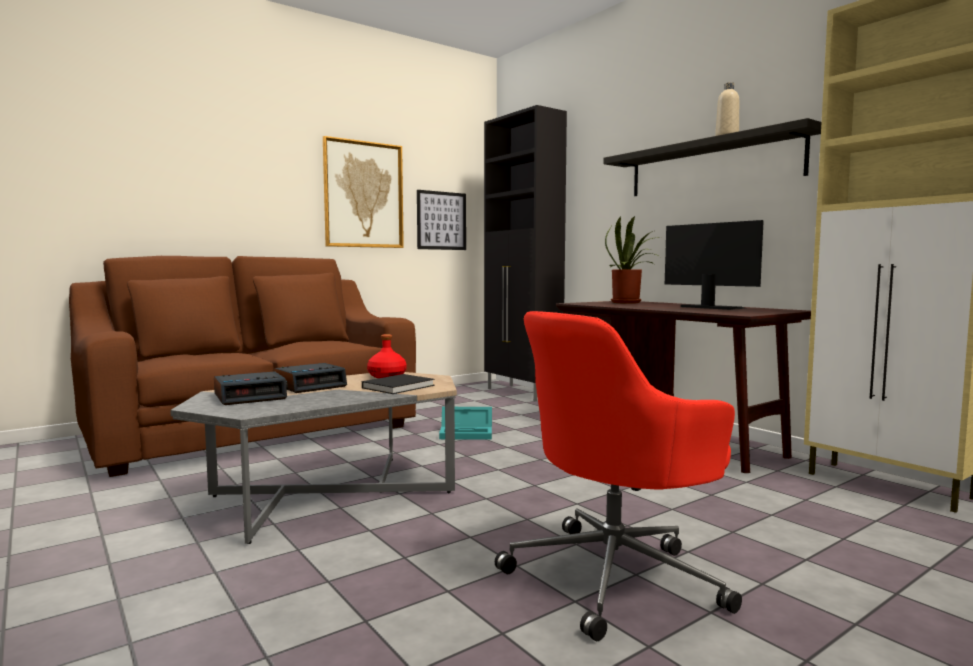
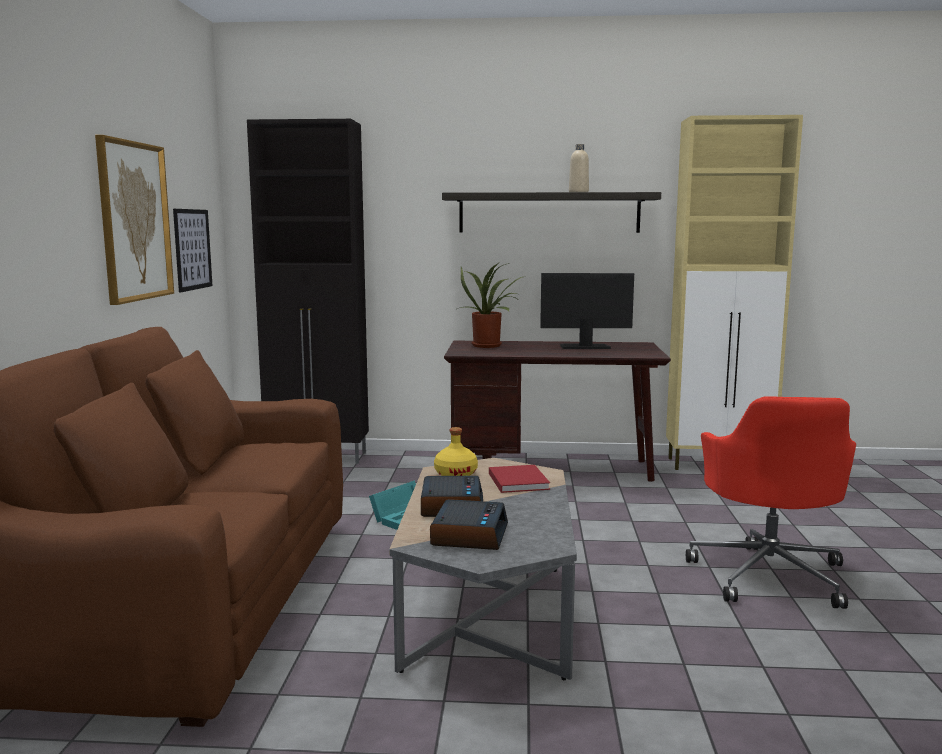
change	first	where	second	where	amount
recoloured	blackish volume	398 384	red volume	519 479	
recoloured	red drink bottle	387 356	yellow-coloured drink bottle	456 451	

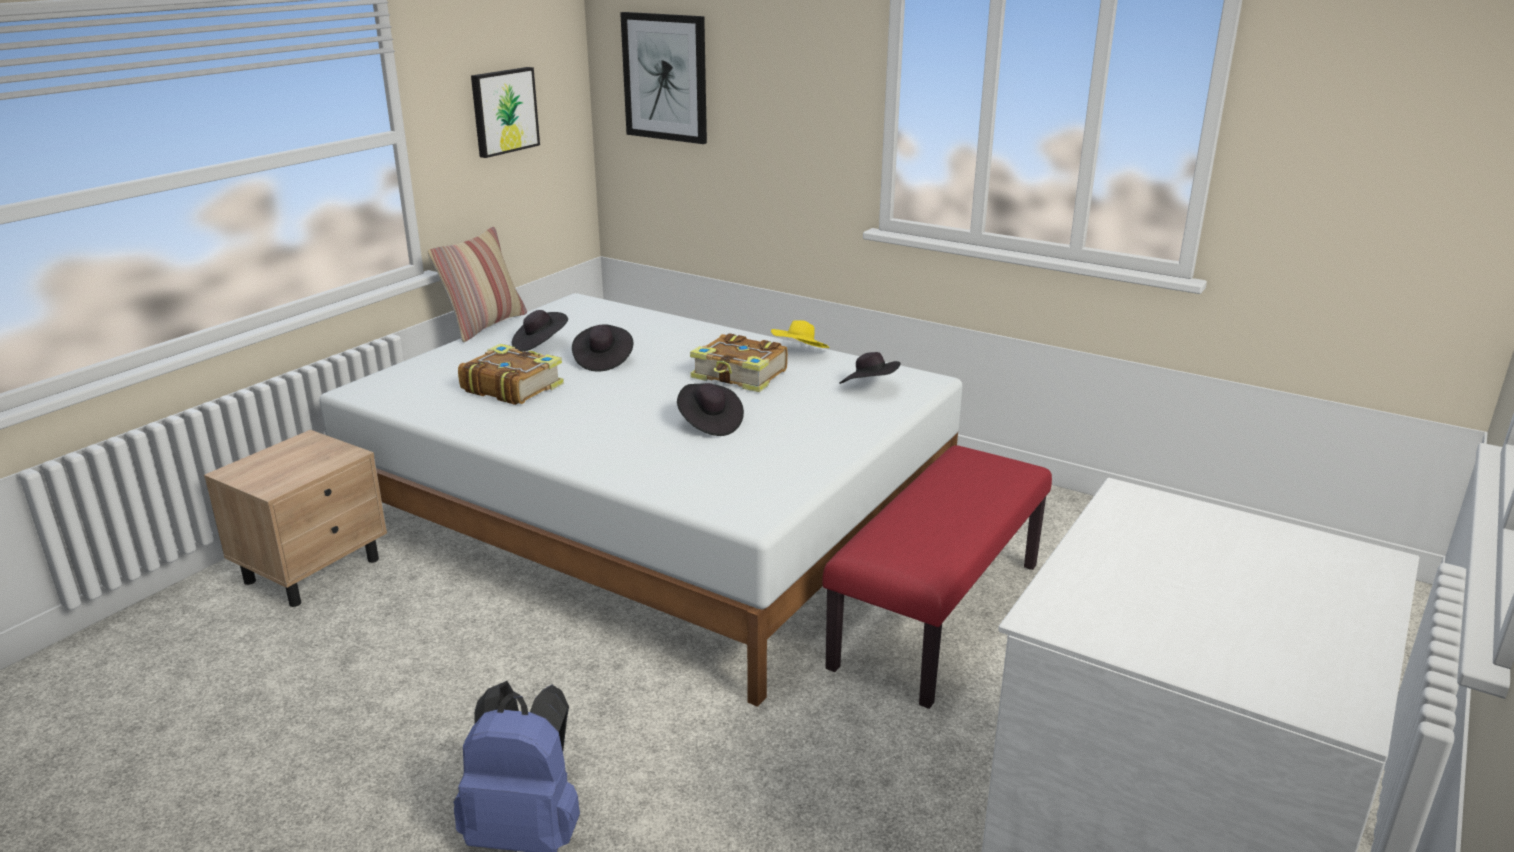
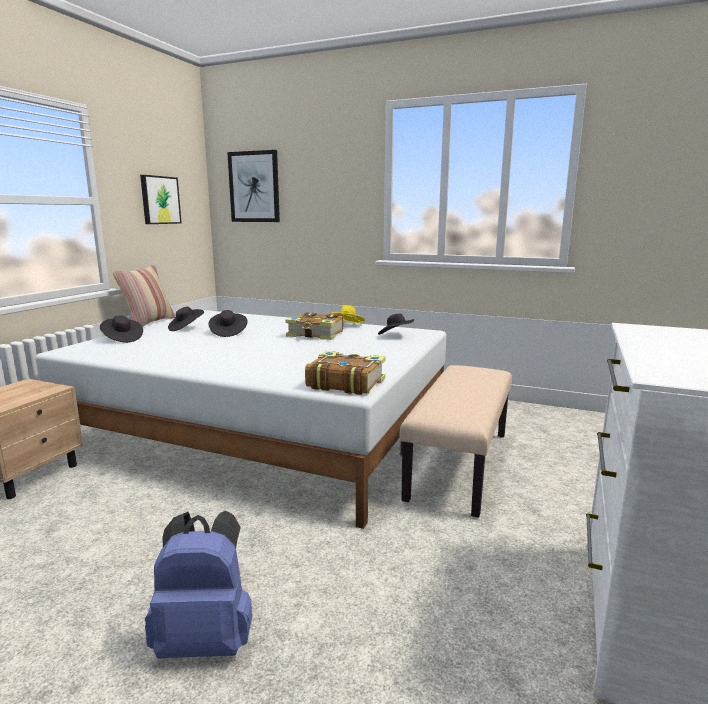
change	first	where	second	where	amount
moved	volume	511 374		345 373	
moved	blackish wearable hat	710 409		121 329	
recoloured	red indoor bench	937 577	sand-coloured indoor bench	456 441	

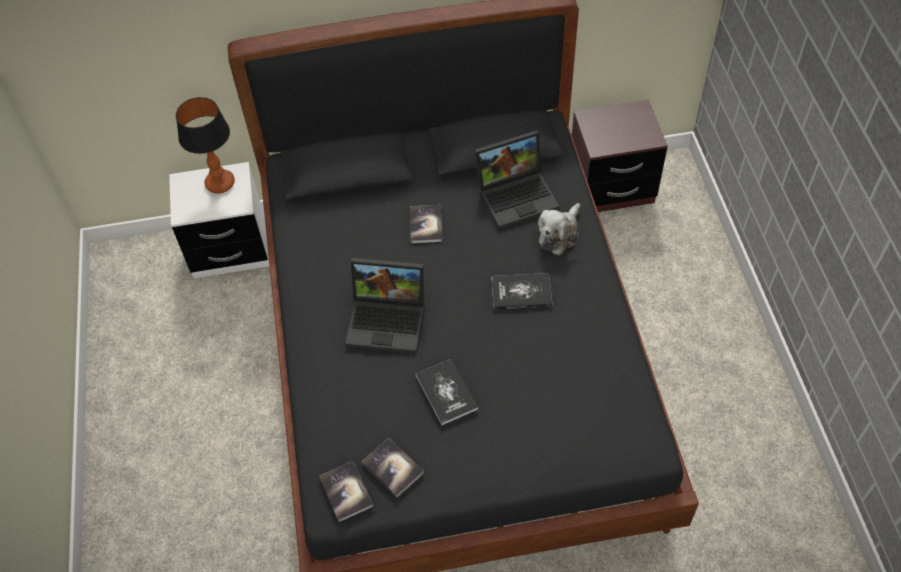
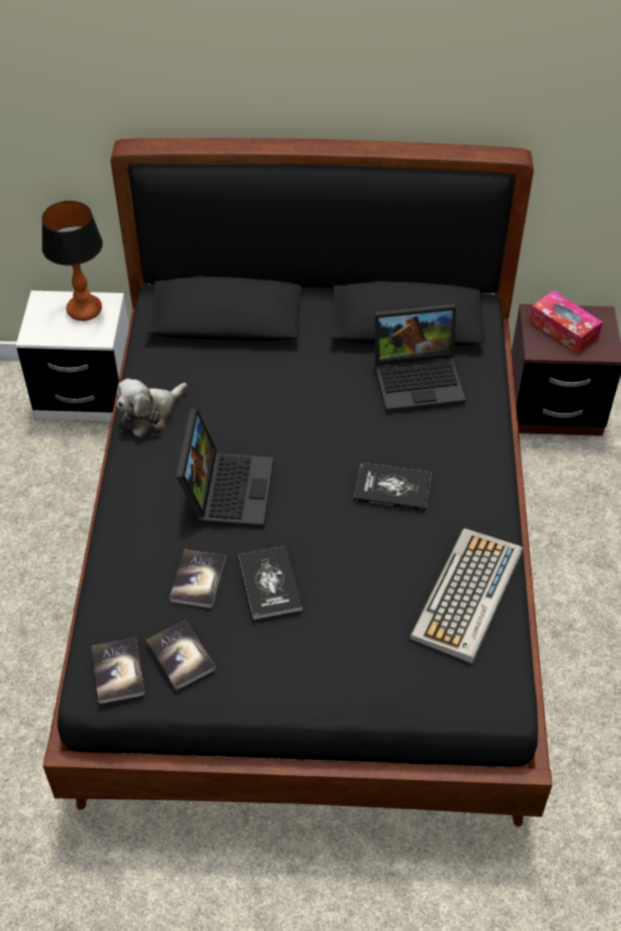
change	first	where	second	where	amount
turned	portable computer	385 305		225 468	105 degrees counterclockwise
moved	volume	426 224		197 578	
moved	plush toy	559 229		151 407	
added			computer keyboard	466 596	
added			tissue box	566 322	

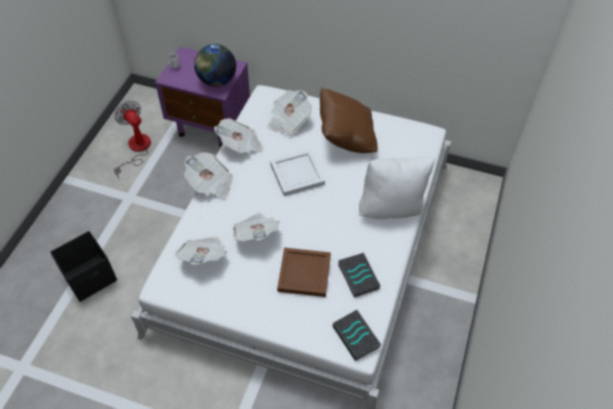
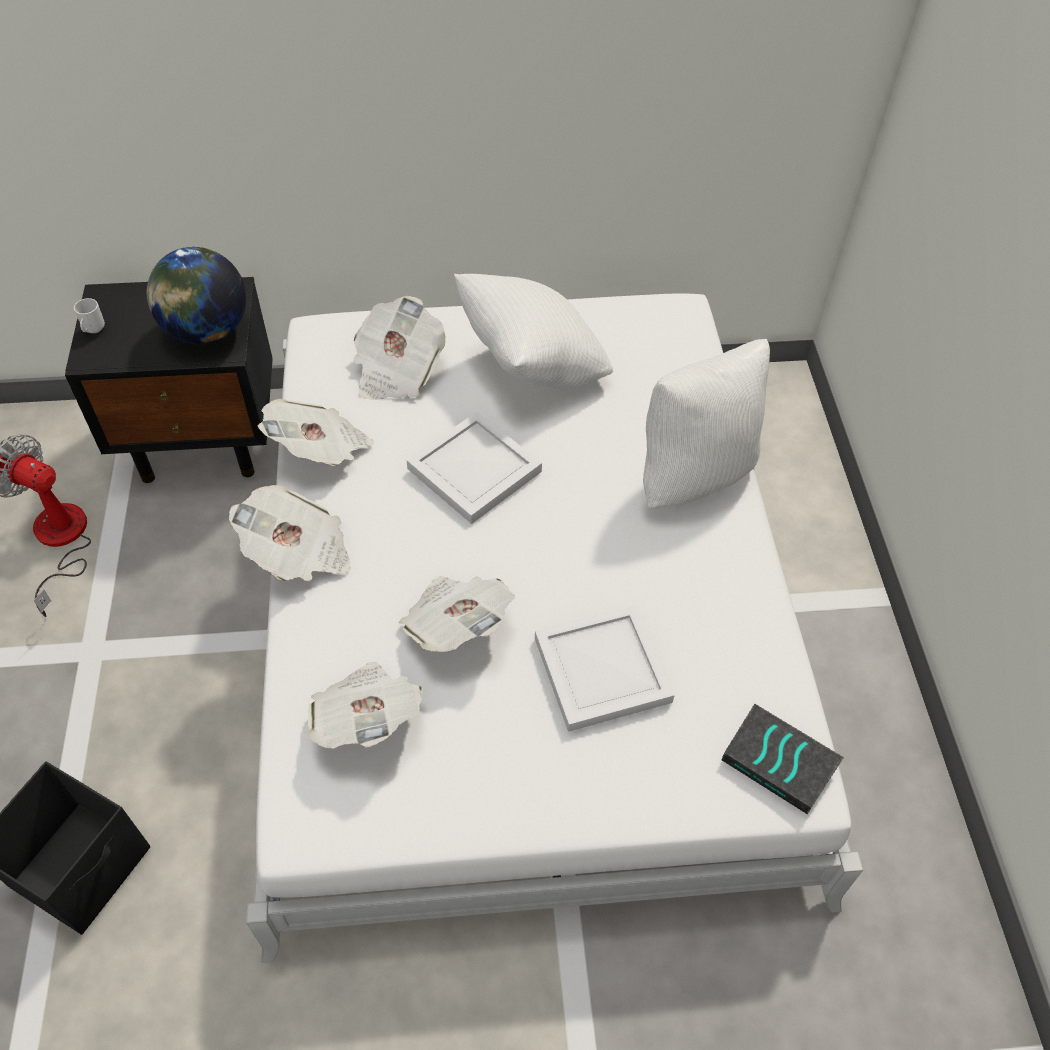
change	first	where	second	where	amount
recoloured	purple-coloured bedside table	202 97	blackish bedside table	169 380	
recoloured	brown-coloured serving tray	304 272	white-coloured serving tray	605 668	
recoloured	brown-coloured cushion	349 120	white-coloured cushion	533 331	
removed	volume	359 275			

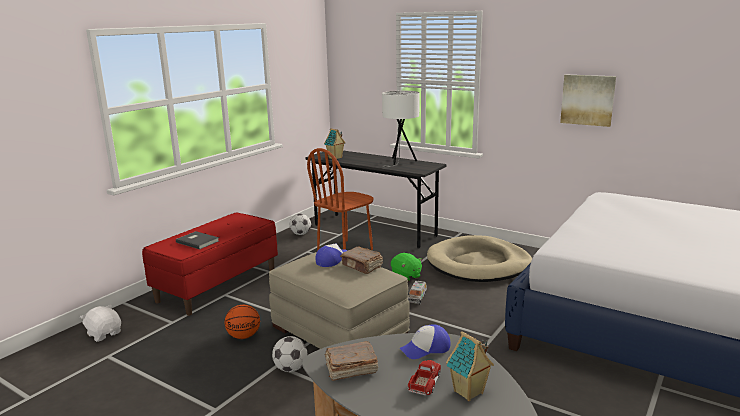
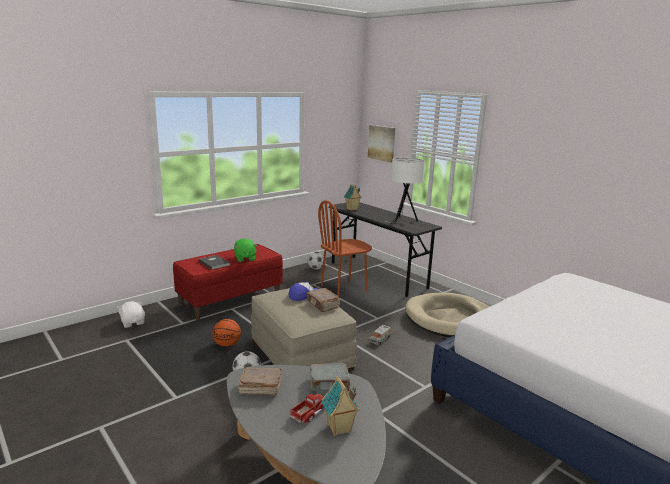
change	first	where	second	where	amount
moved	green-coloured plush toy	406 267		245 250	
replaced	baseball cap	425 341	gray volume	330 377	
moved	wall art	588 101		381 143	

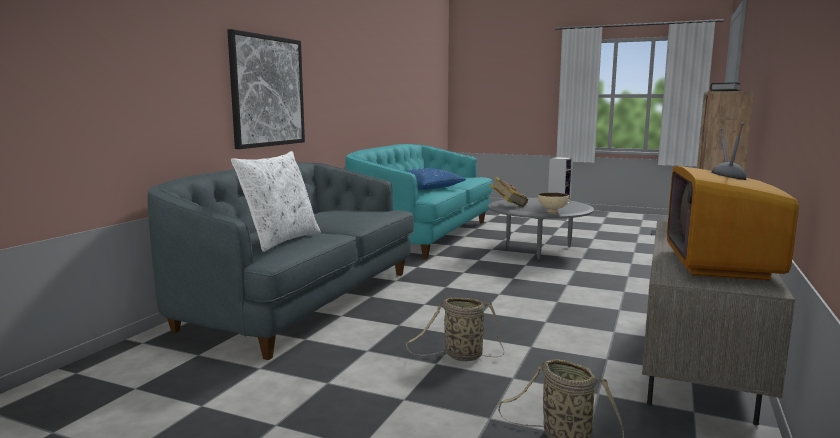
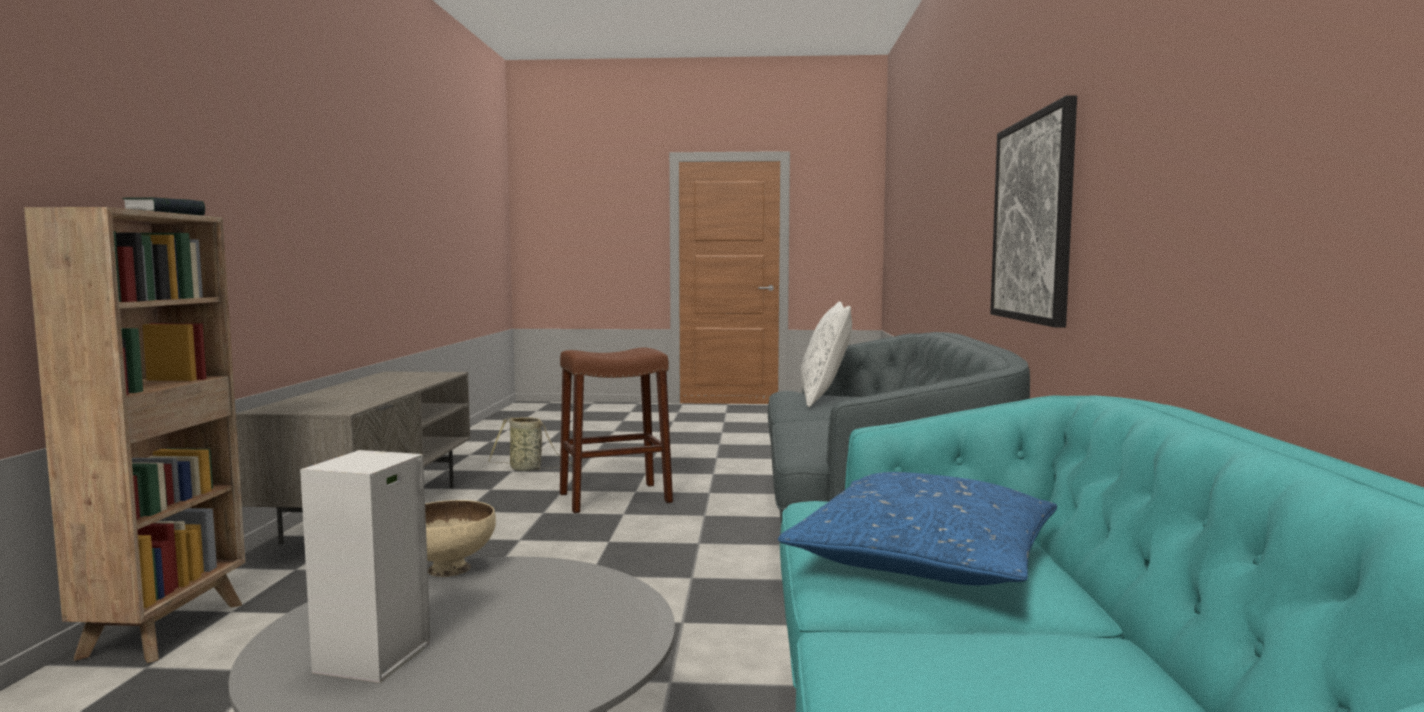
change	first	where	second	where	amount
replaced	basket	455 329	brown-coloured sitting stool	616 430	
removed	volume	509 192			
removed	TV set	733 201			

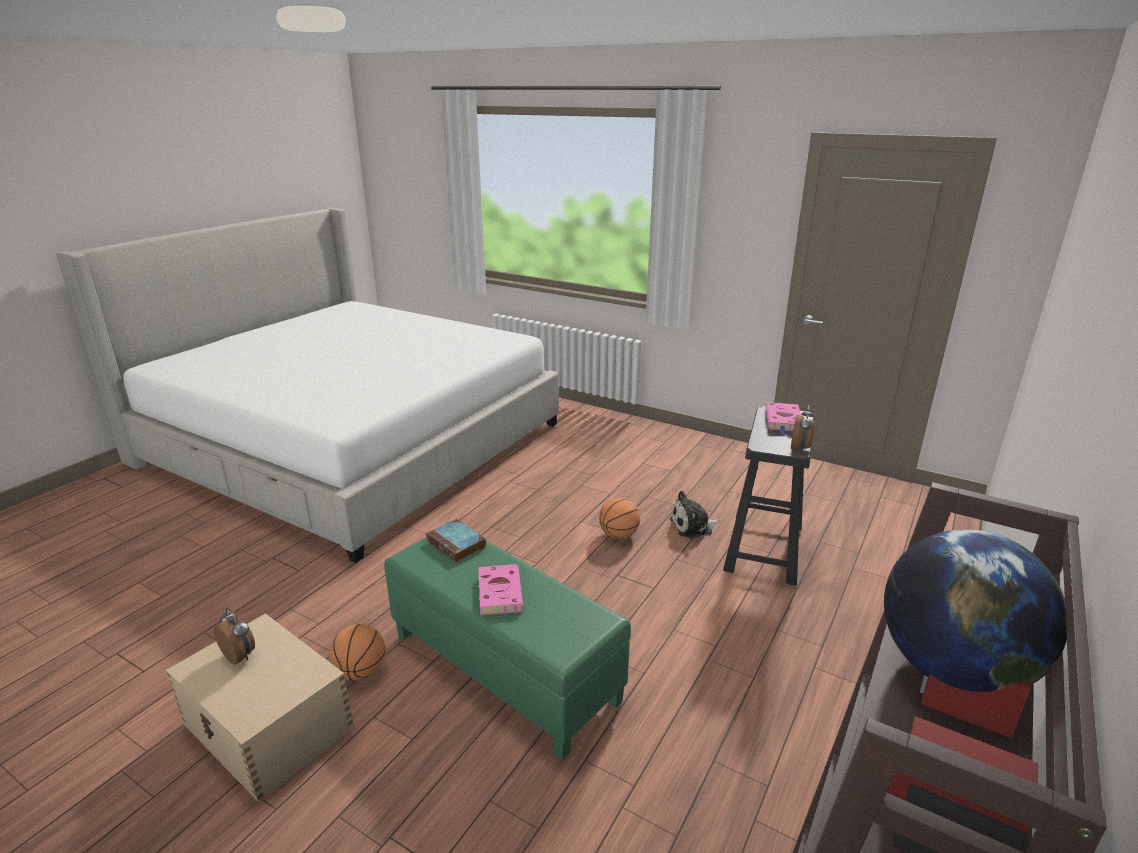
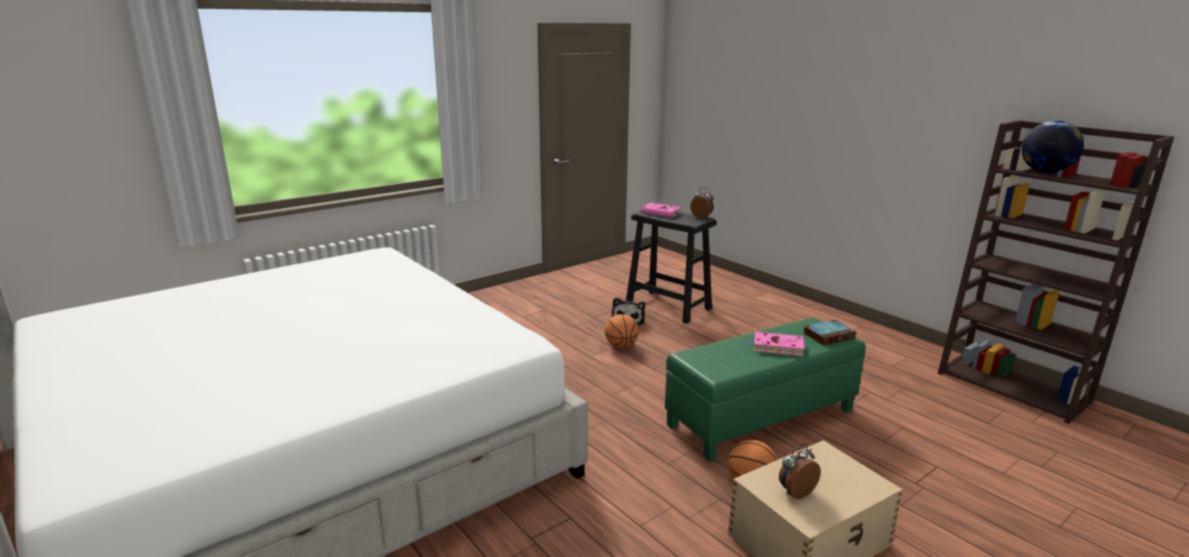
change	first	where	second	where	amount
moved	volume	456 541		829 332	

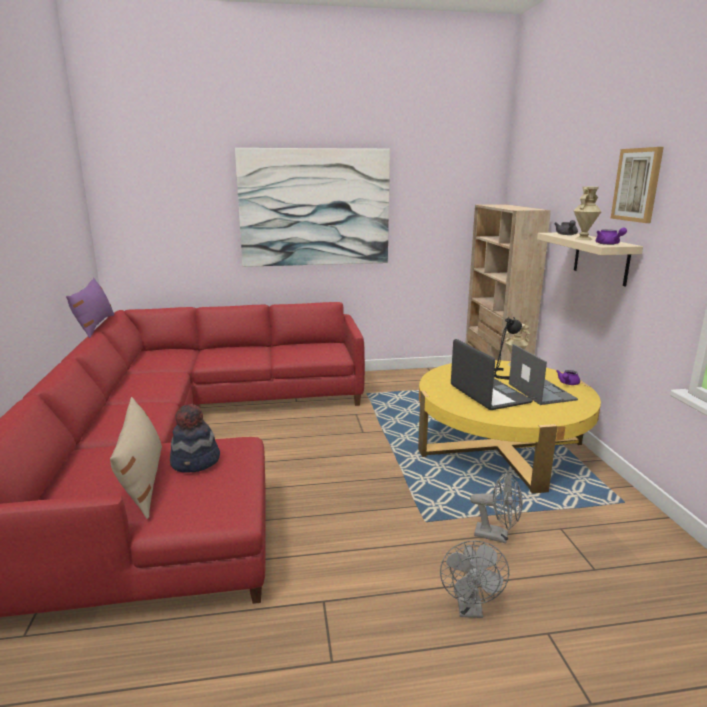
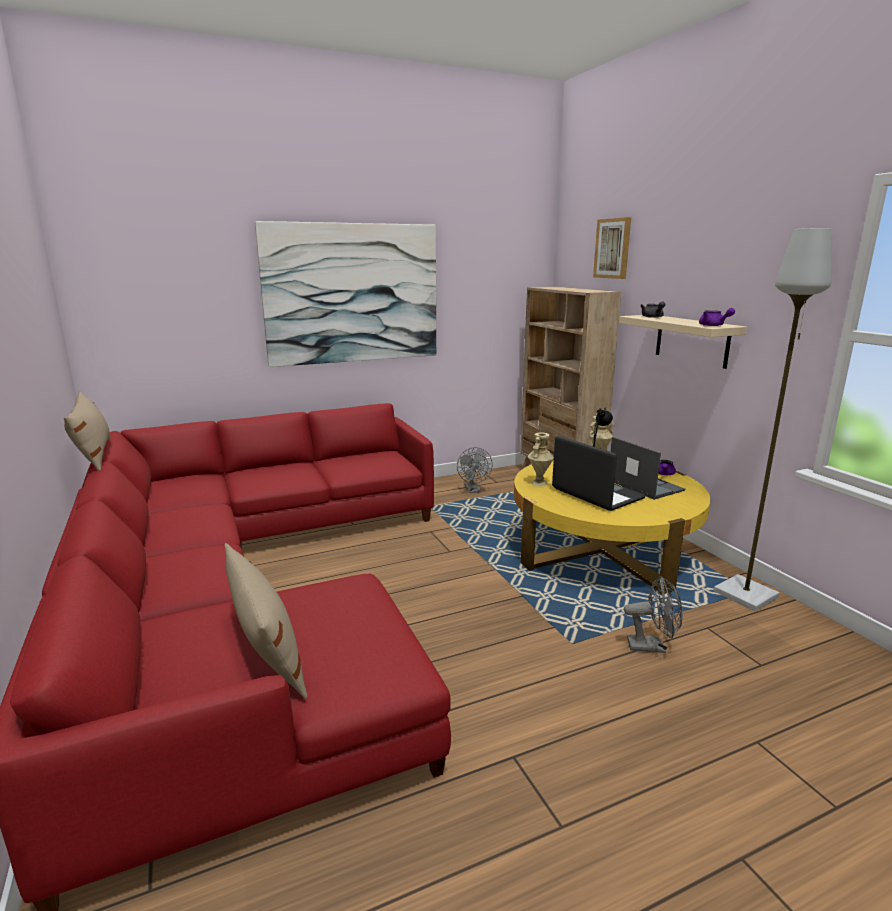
change	first	where	second	where	amount
recoloured	purple-coloured cushion	90 308	sand-coloured cushion	87 431	
removed	wearable hat	195 438			
moved	gray electric fan	474 579		475 470	
moved	sand-coloured flower vase	588 213		541 459	
moved	wall art	637 185		612 248	
added			gray floor lamp	772 419	

